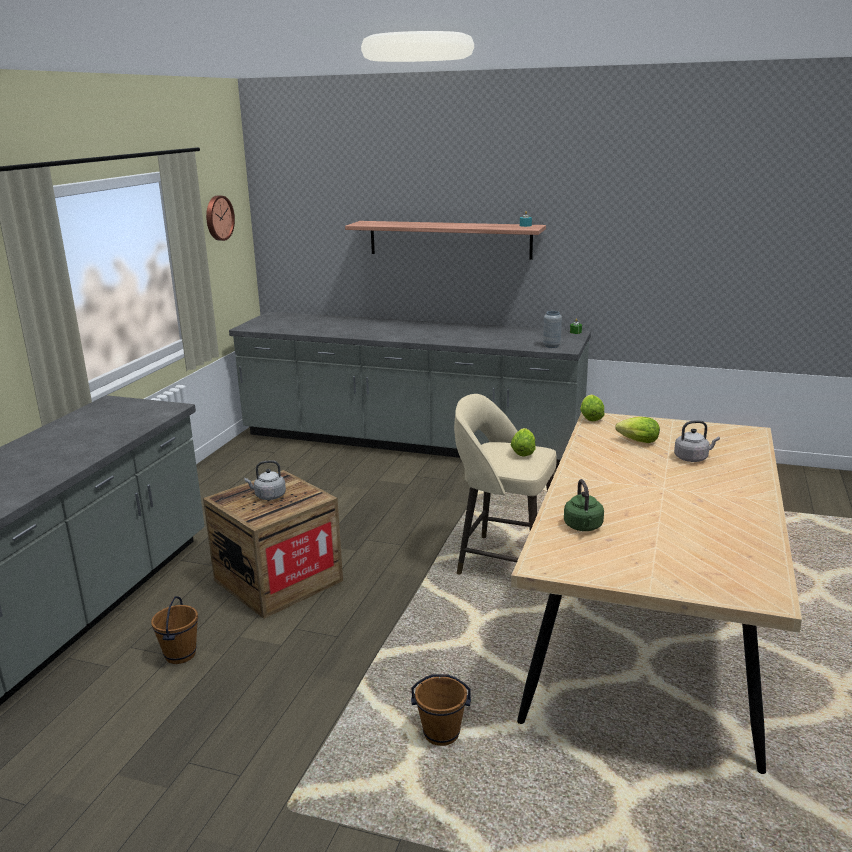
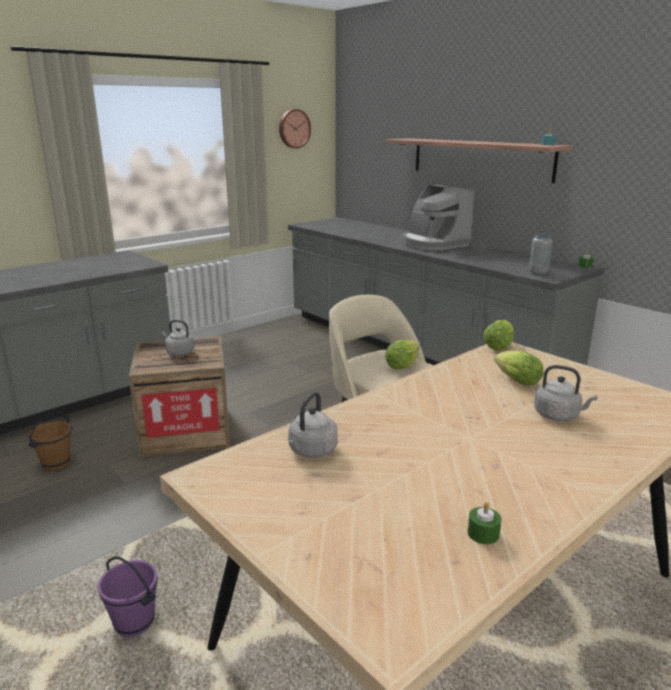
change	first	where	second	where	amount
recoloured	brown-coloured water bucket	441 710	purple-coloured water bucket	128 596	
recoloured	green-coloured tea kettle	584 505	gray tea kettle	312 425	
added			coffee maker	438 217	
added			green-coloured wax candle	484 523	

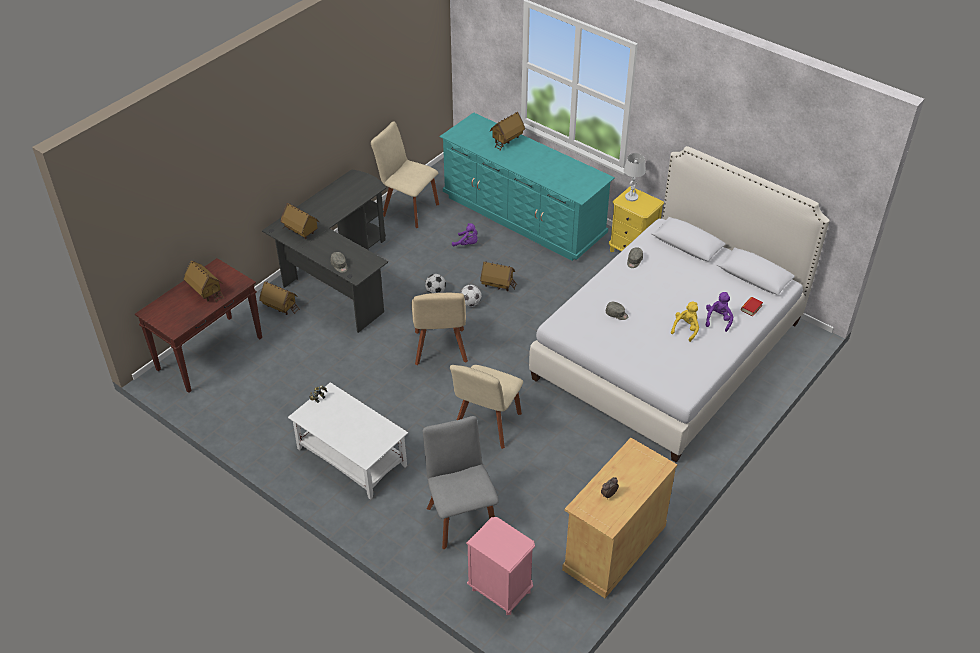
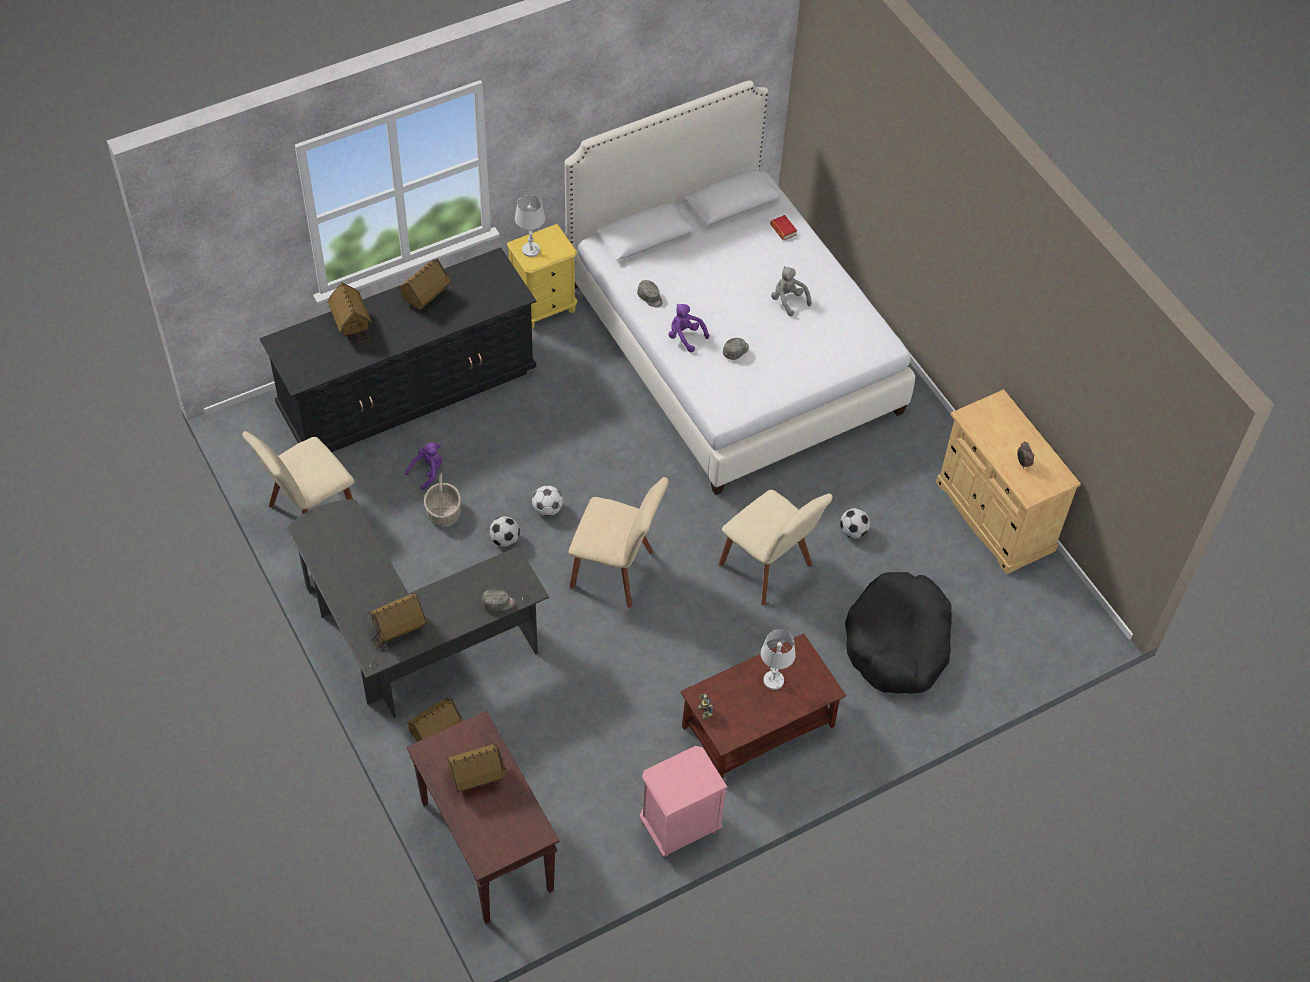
change	first	where	second	where	amount
recoloured	white-coloured low table	348 441	brown-coloured low table	763 706	
replaced	gray plain chair	461 482	blackish dog bed	898 633	
recoloured	turquoise dresser	527 187	blackish dresser	398 349	
moved	pink-coloured bedside table	500 566		684 802	
moved	model house	498 276		424 284	
recoloured	yellow-coloured plush toy	685 322	gray plush toy	791 291	
moved	purple-coloured plush toy	719 312		688 328	
added			basket	442 499	
added			white-coloured tabletop lamp	778 660	
added			football ball	855 523	

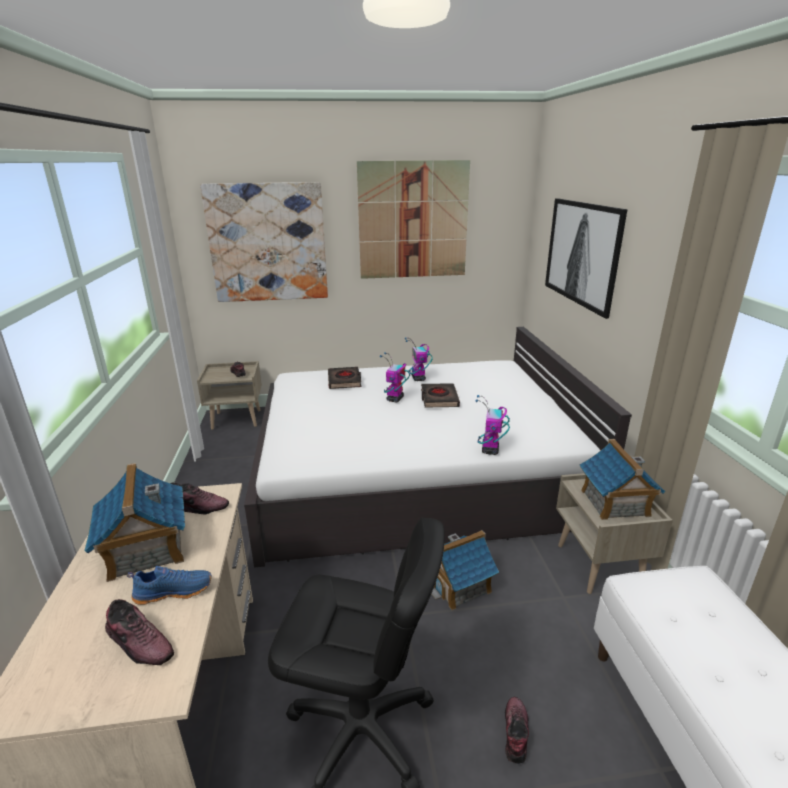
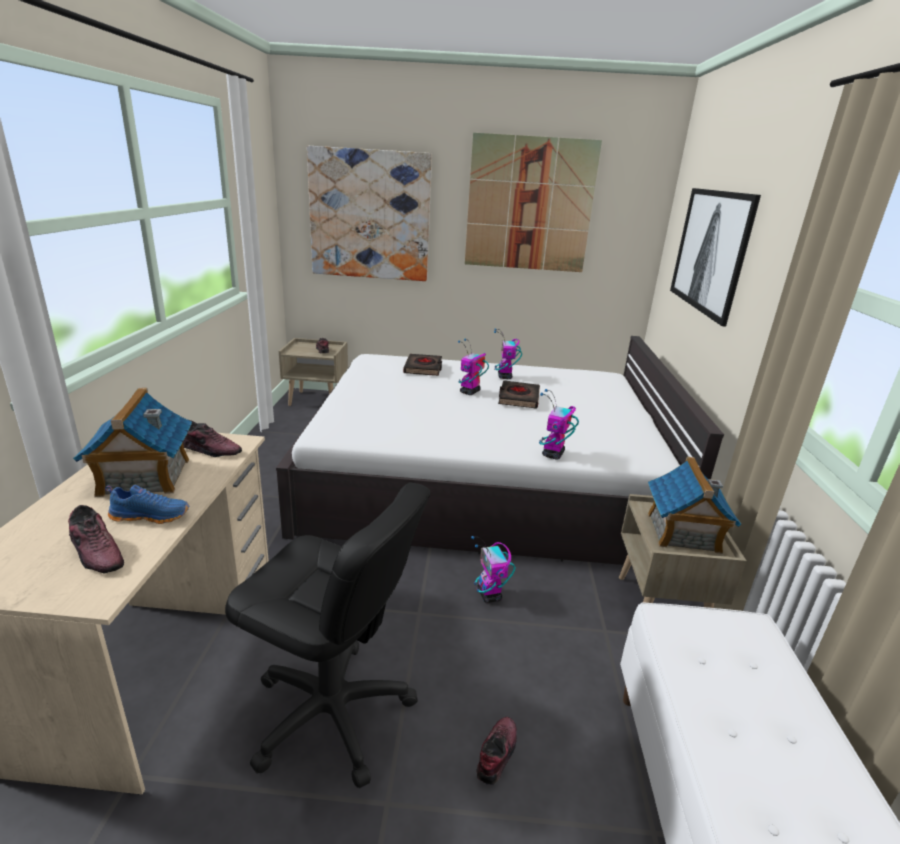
change	first	where	second	where	amount
replaced	model house	465 570	toy robot	493 569	

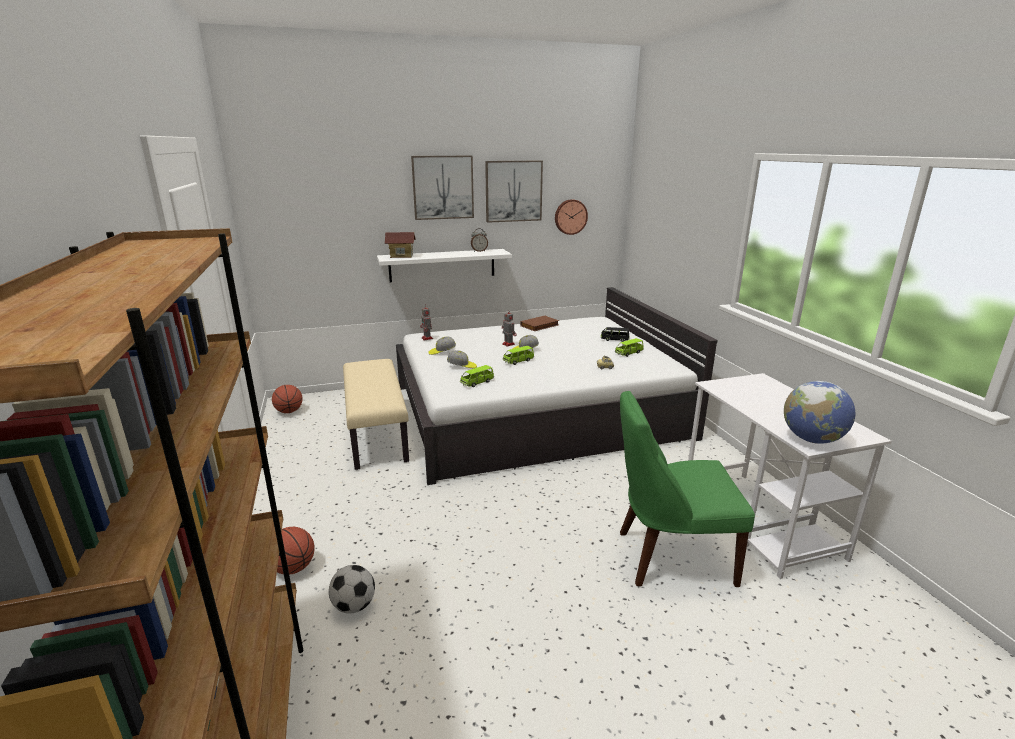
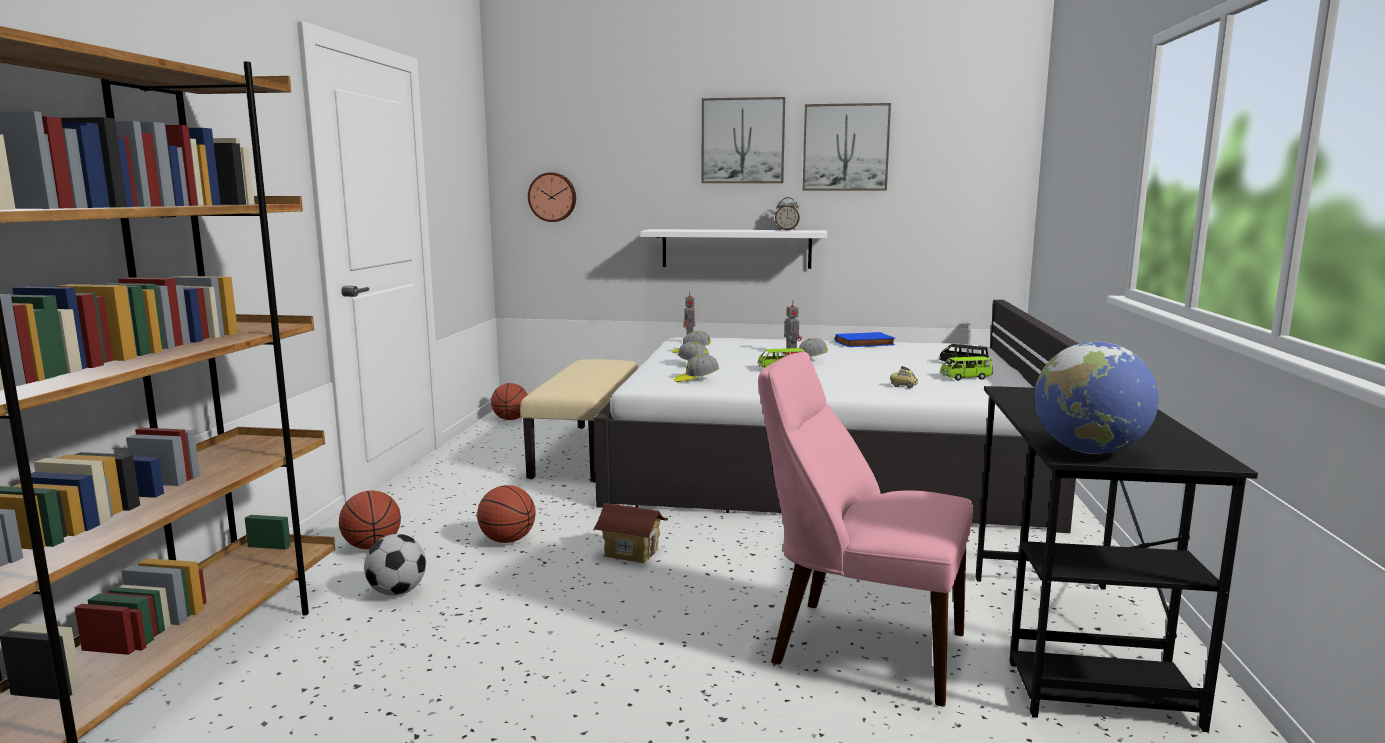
change	first	where	second	where	amount
moved	model house	400 245		631 533	
replaced	green-coloured miniature car	477 376	baseball cap	696 368	
recoloured	brown-coloured volume	539 323	blue volume	865 339	
moved	wall clock	571 217		552 197	
recoloured	green-coloured plain chair	687 489	pink-coloured plain chair	865 529	
recoloured	white-coloured desk	789 476	blackish desk	1116 559	
added			ball for basketball	506 514	

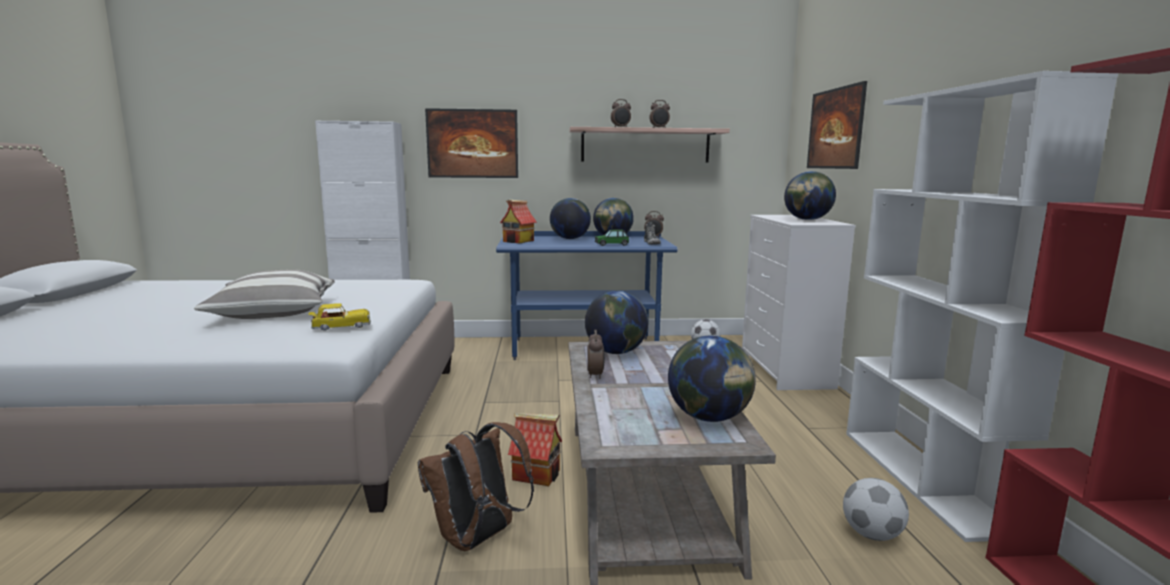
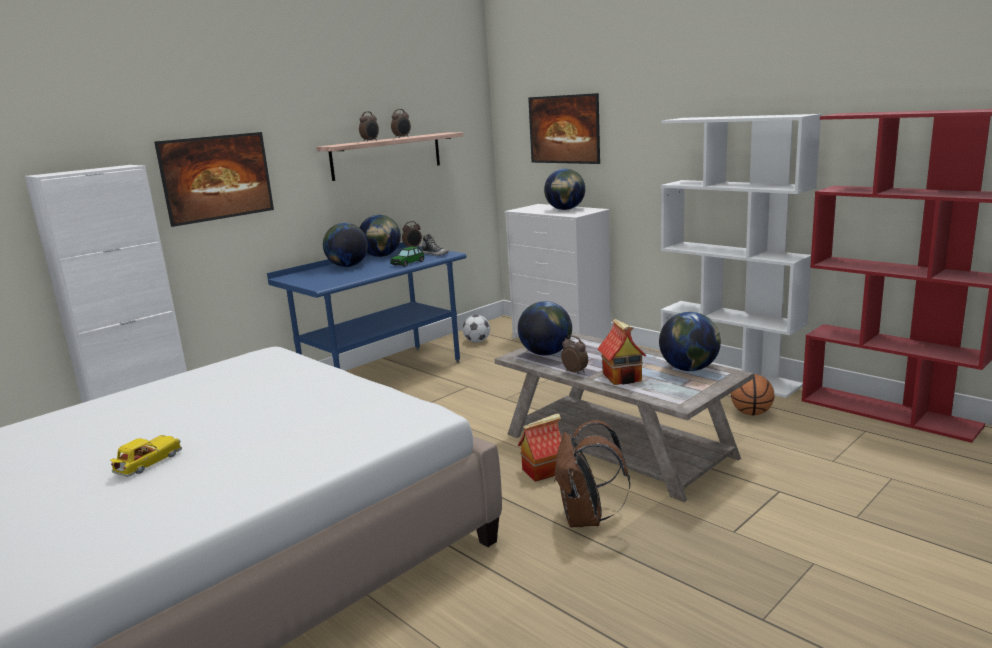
change	first	where	second	where	amount
removed	cushion	264 294			
moved	miniature car	339 317		146 456	
moved	model house	518 221		622 351	
replaced	football ball	876 509	ball for basketball	753 395	

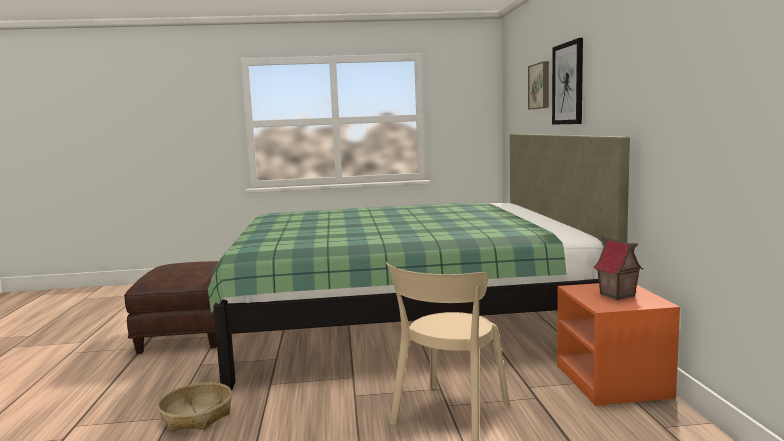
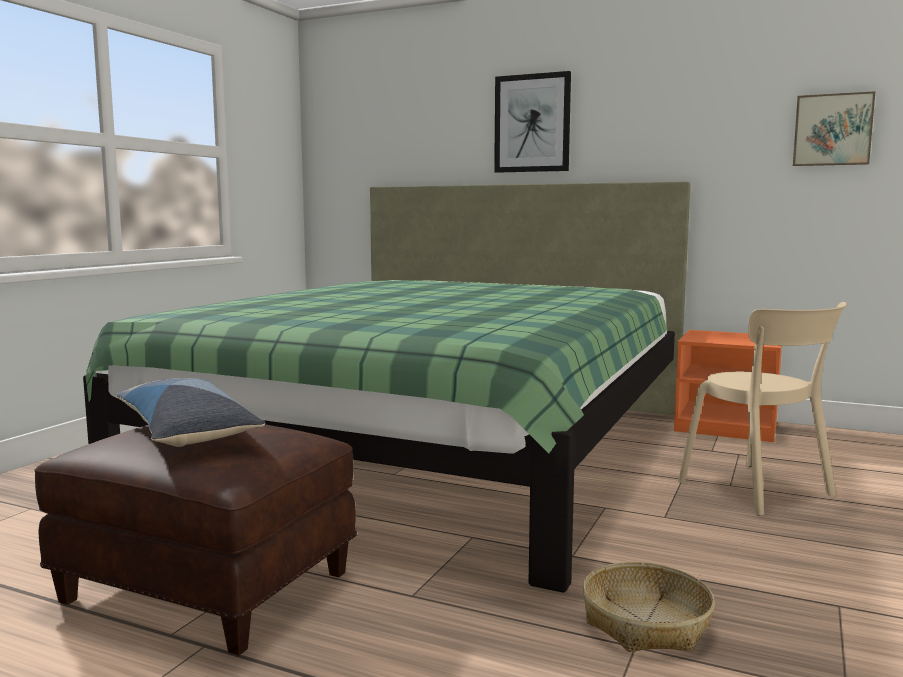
change	first	where	second	where	amount
moved	wall art	538 85		834 128	
removed	model house	618 268			
added			cushion	190 412	

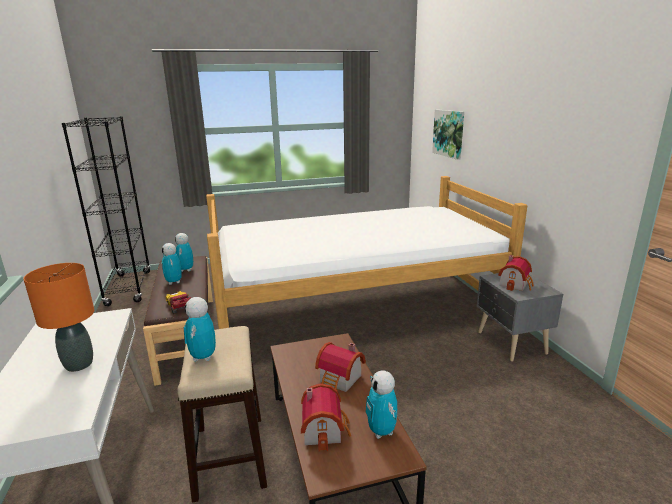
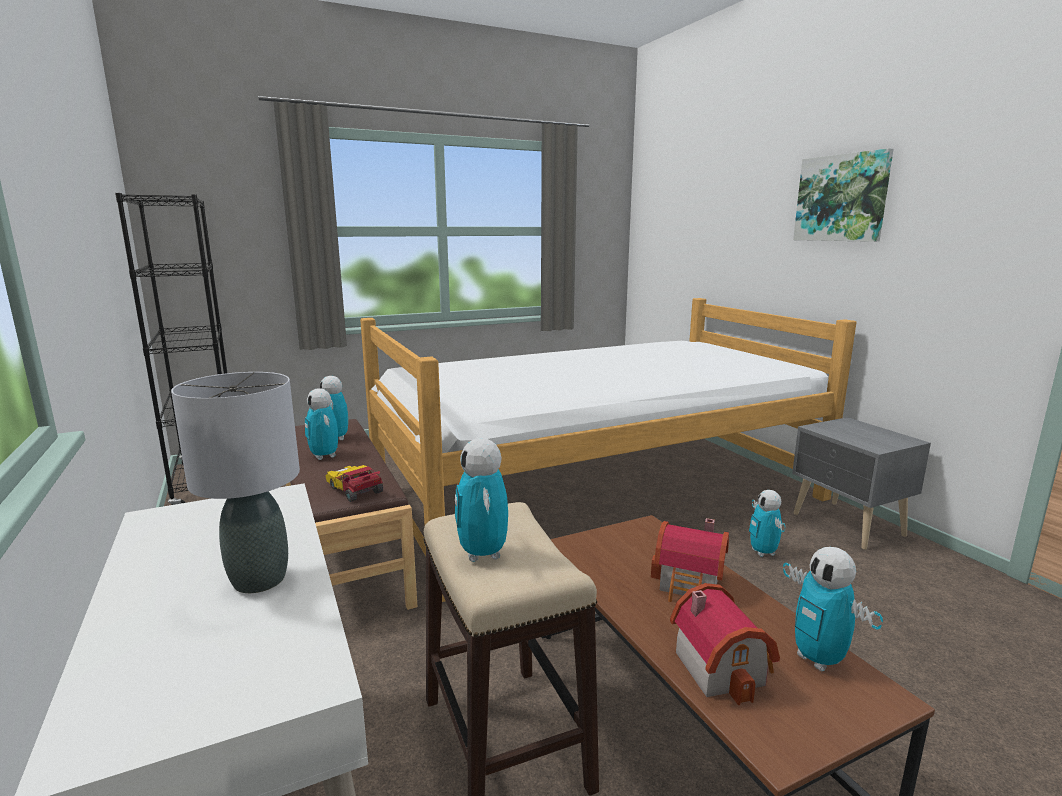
change	first	where	second	where	amount
recoloured	orangey tabletop lamp	58 317	gray tabletop lamp	235 482	
moved	wall art	448 135		843 195	
removed	model house	516 273			
added			toy robot	767 523	

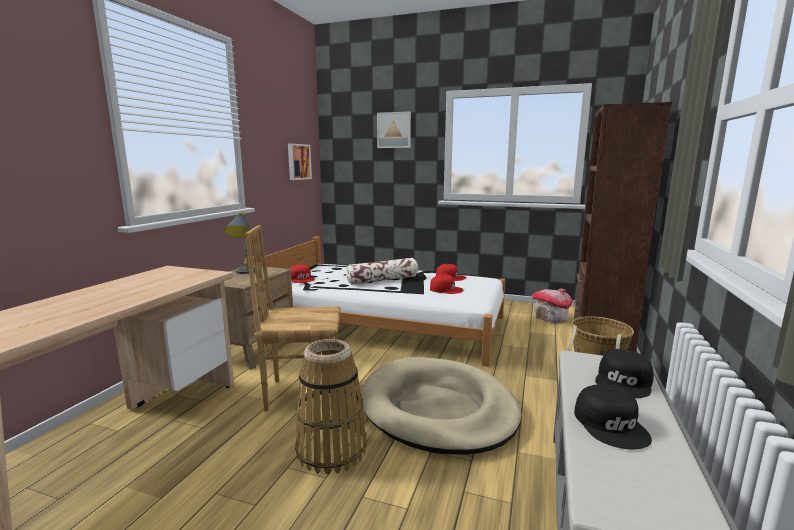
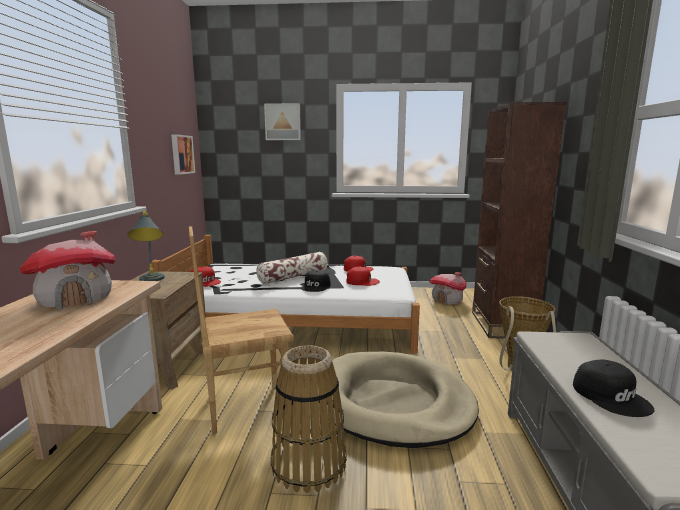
change	first	where	second	where	amount
moved	blackish baseball cap	624 373		315 281	
added			model house	67 270	

